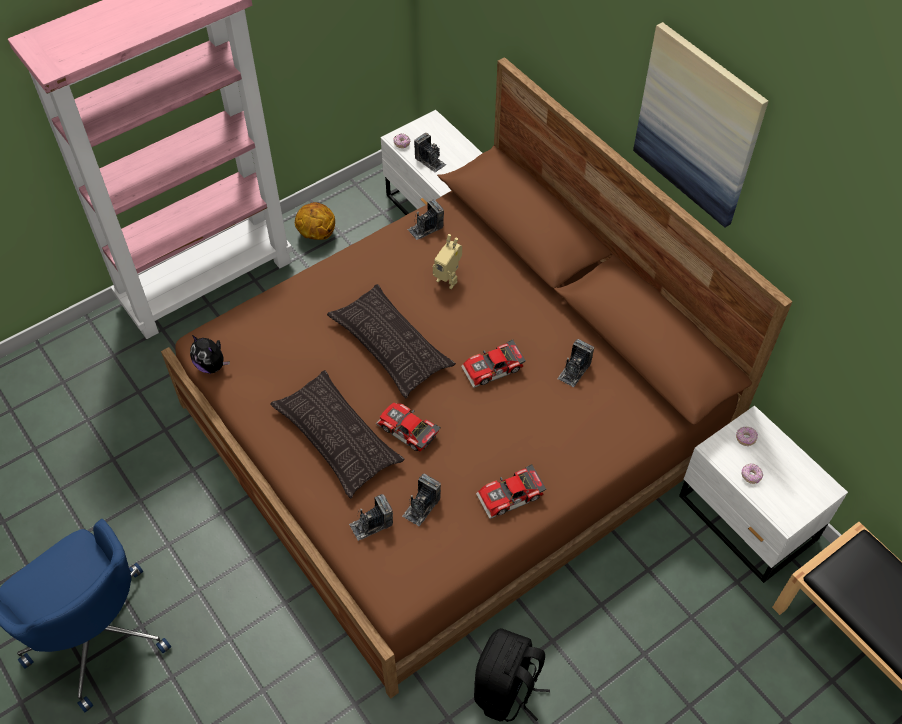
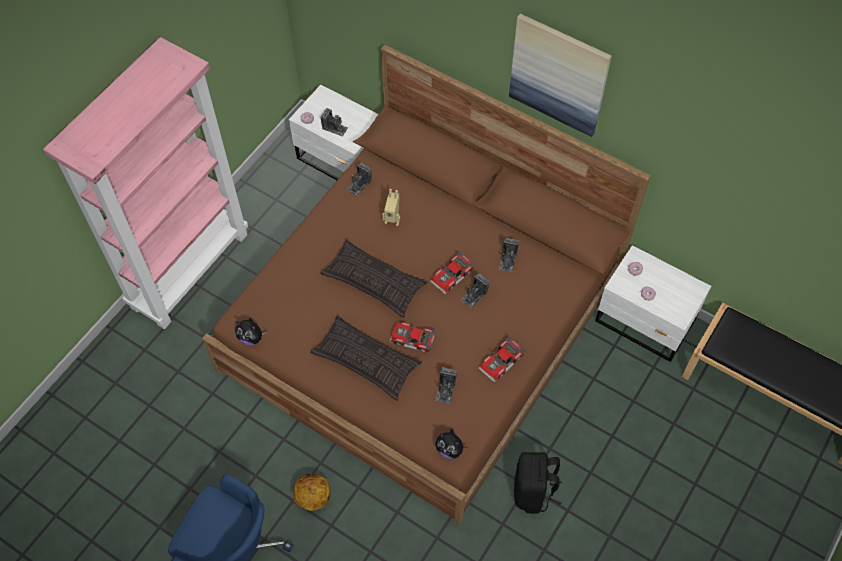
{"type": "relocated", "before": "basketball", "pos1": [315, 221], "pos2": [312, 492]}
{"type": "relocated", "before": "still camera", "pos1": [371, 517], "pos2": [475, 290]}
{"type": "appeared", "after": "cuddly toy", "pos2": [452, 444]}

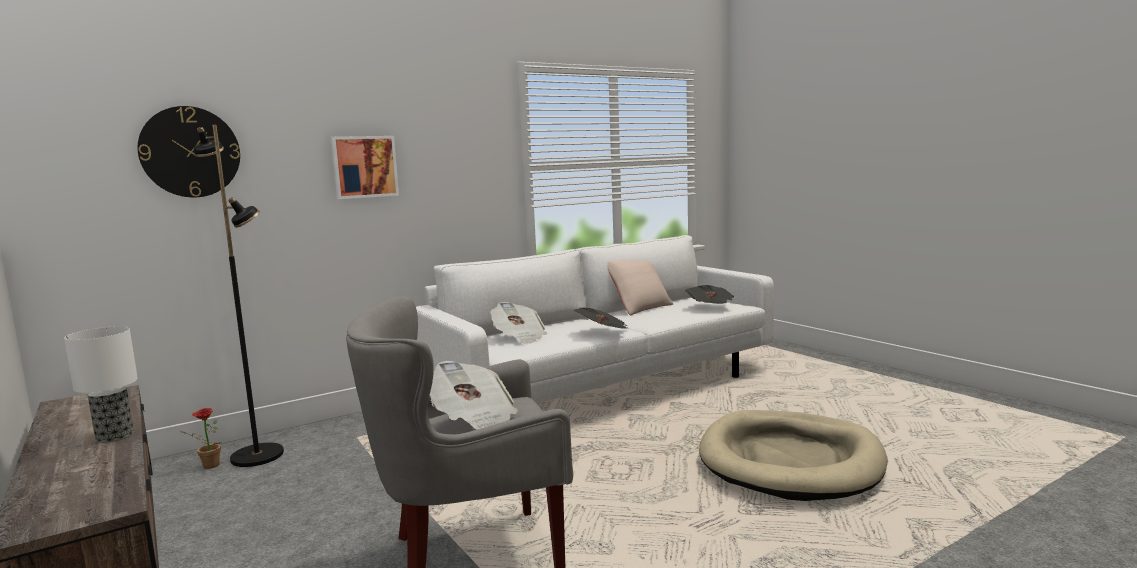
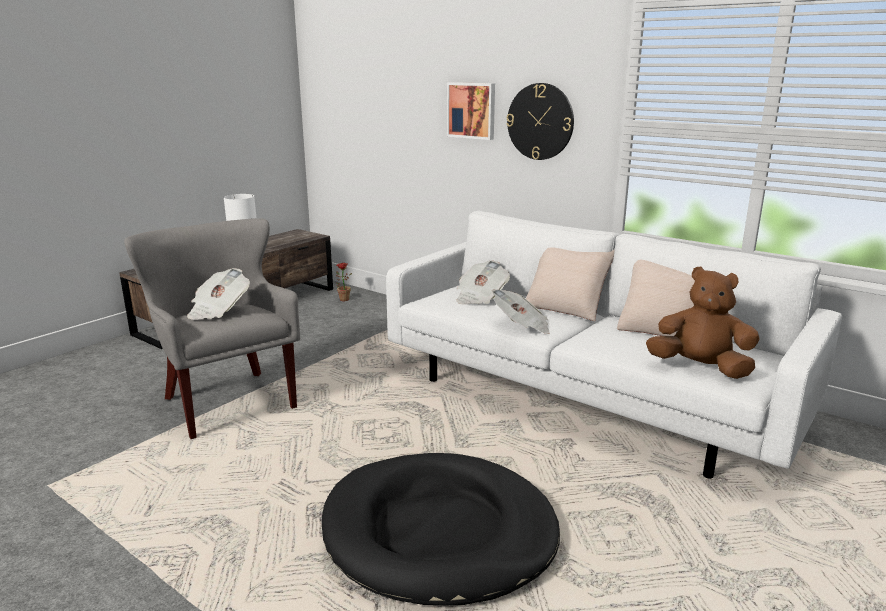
{"type": "relocated", "before": "clock on the wall", "pos1": [189, 151], "pos2": [540, 121]}
{"type": "missing", "before": "black-coloured floor lamp", "pos1": [239, 296]}
{"type": "exchanged", "before": "daily paper", "after": "brown-coloured cuddly toy", "pos1": [709, 294], "pos2": [702, 323]}
{"type": "colour", "before": "beige dog bed", "after": "black-coloured dog bed", "pos1": [793, 455], "pos2": [441, 529]}
{"type": "appeared", "after": "beige throw pillow", "pos2": [570, 284]}

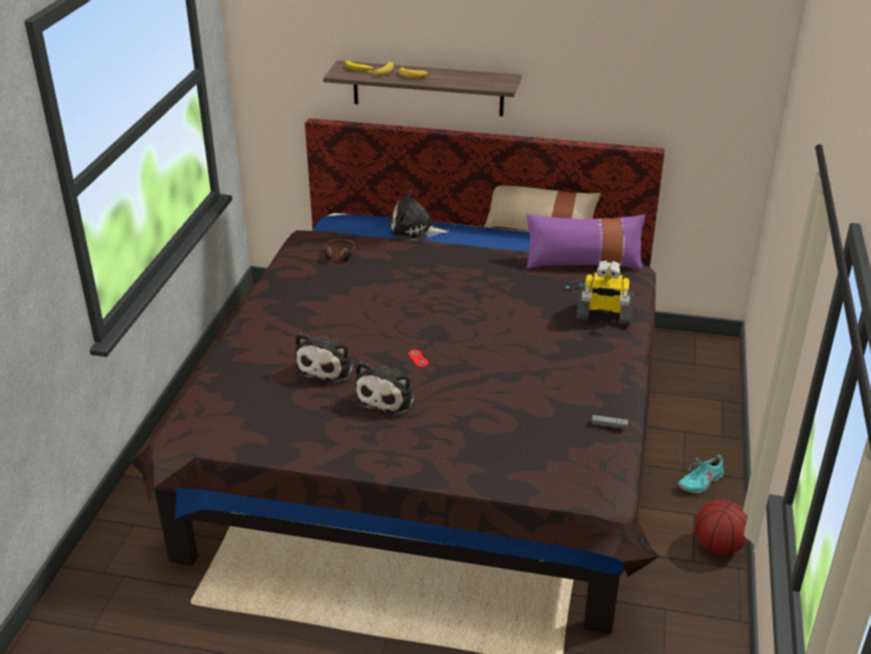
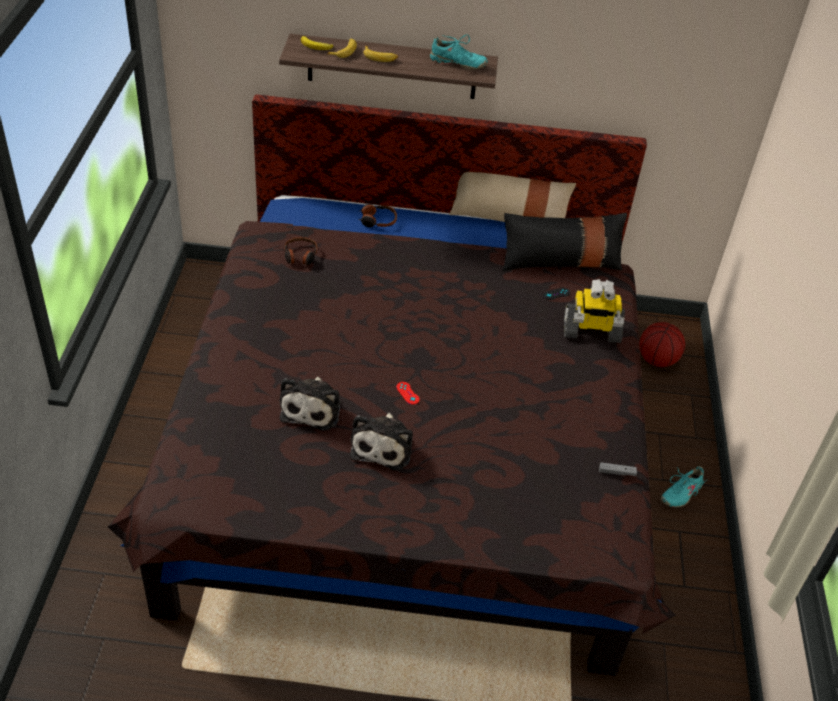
{"type": "exchanged", "before": "cuddly toy", "after": "headset", "pos1": [419, 214], "pos2": [378, 215]}
{"type": "colour", "before": "purplish throw pillow", "after": "black-coloured throw pillow", "pos1": [585, 242], "pos2": [565, 242]}
{"type": "relocated", "before": "basketball", "pos1": [721, 527], "pos2": [662, 344]}
{"type": "appeared", "after": "turquoise-coloured shoe", "pos2": [459, 52]}

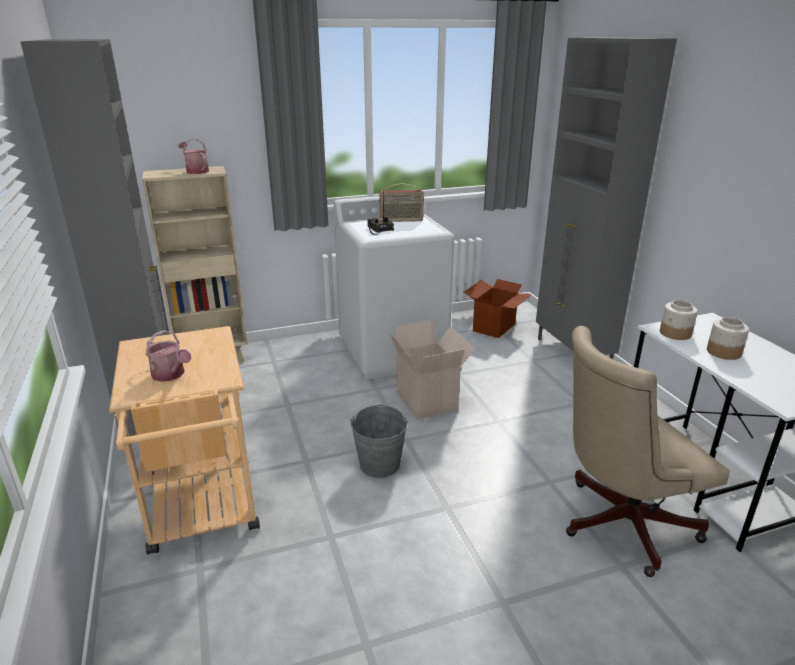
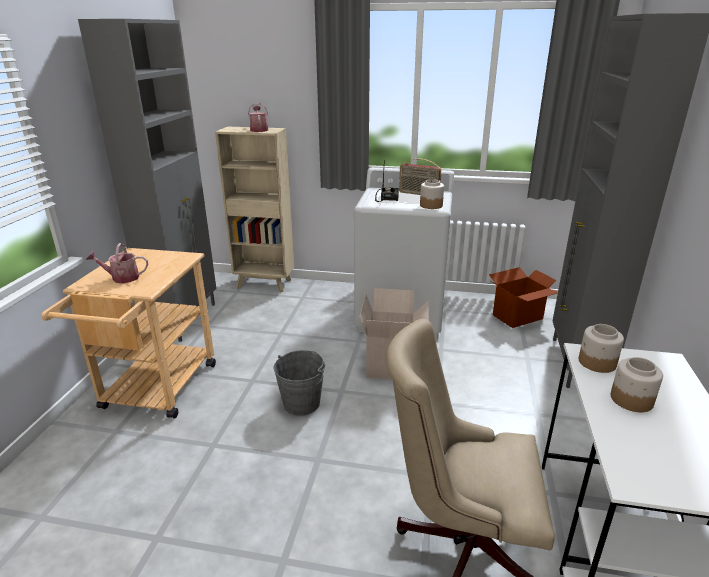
{"type": "spun", "before": "watering pot", "pos1": [168, 356], "pos2": [117, 263], "turn": 105}
{"type": "appeared", "after": "preserve jar", "pos2": [432, 194]}

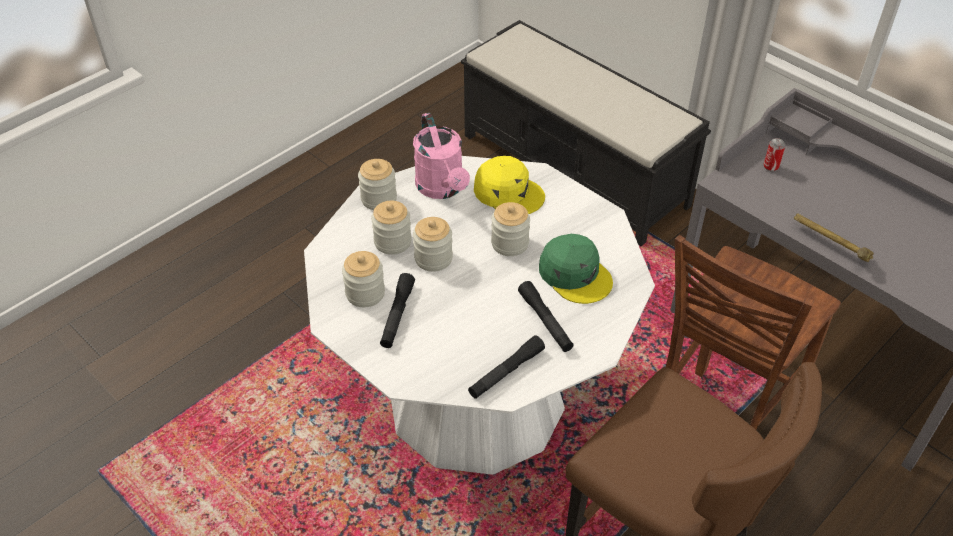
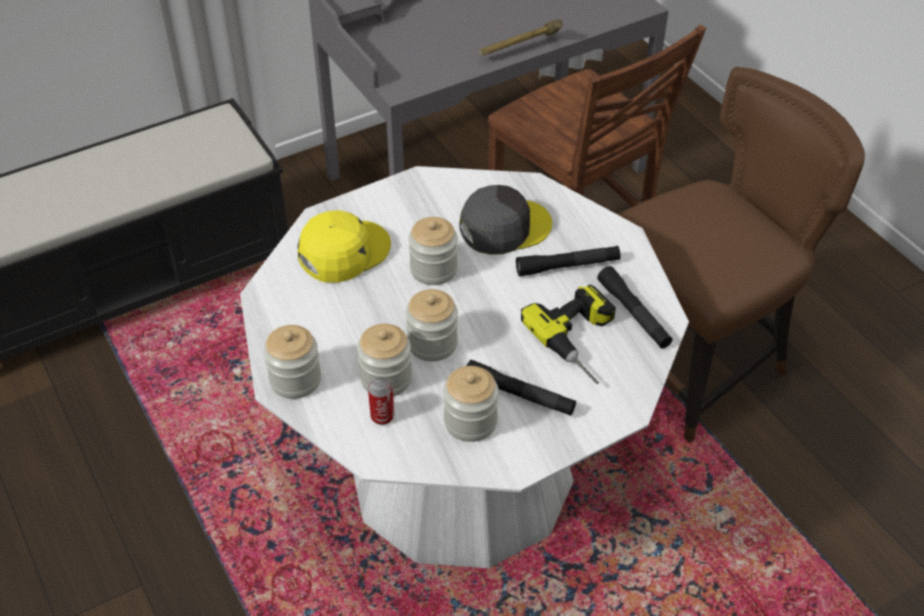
{"type": "missing", "before": "pink-coloured watering pot", "pos1": [441, 156]}
{"type": "colour", "before": "greenish cap", "after": "greyish cap", "pos1": [576, 269], "pos2": [505, 220]}
{"type": "relocated", "before": "sealed can", "pos1": [774, 155], "pos2": [381, 401]}
{"type": "appeared", "after": "power drill", "pos2": [568, 334]}

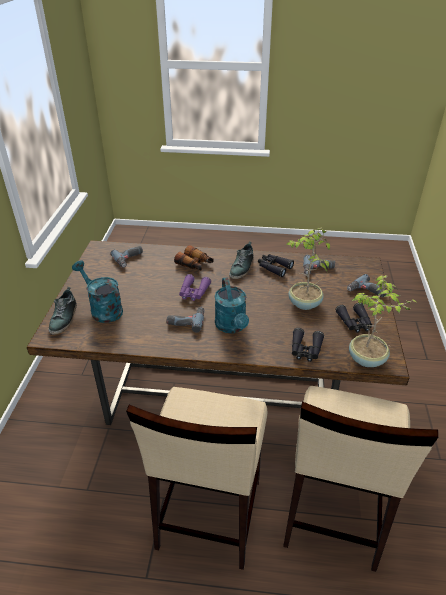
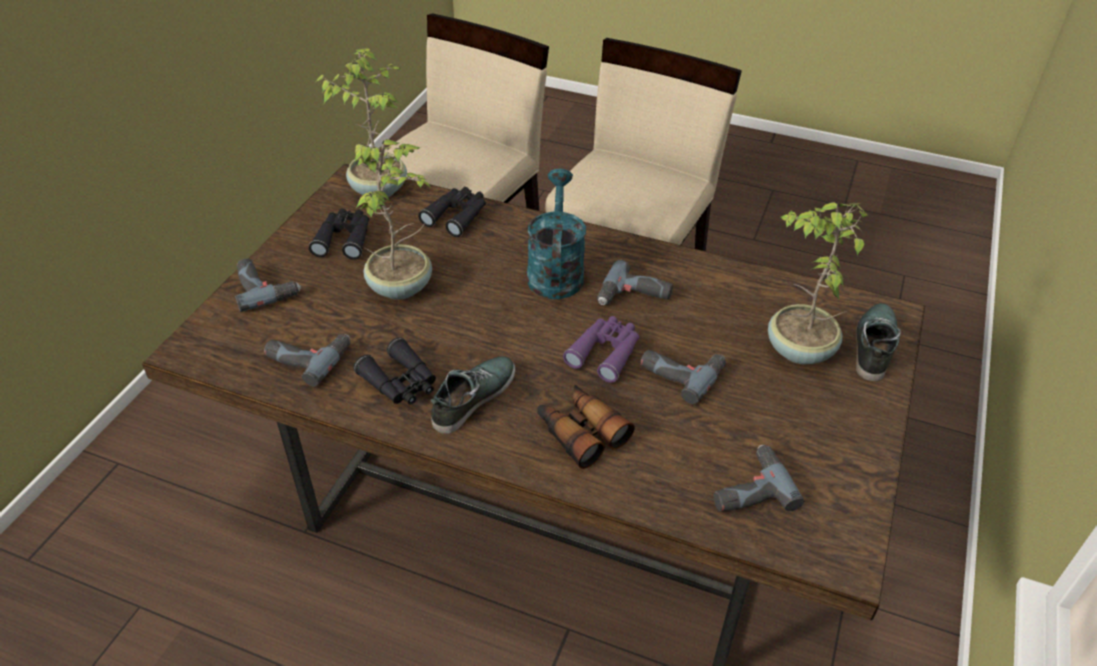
{"type": "exchanged", "before": "turquoise-coloured watering pot", "after": "potted plant", "pos1": [97, 291], "pos2": [818, 283]}
{"type": "appeared", "after": "power drill", "pos2": [683, 377]}

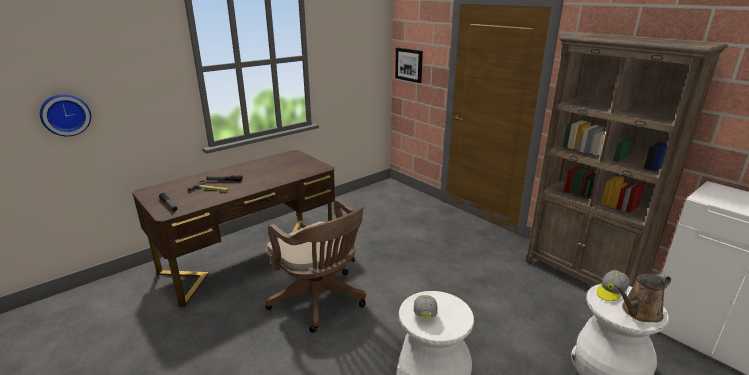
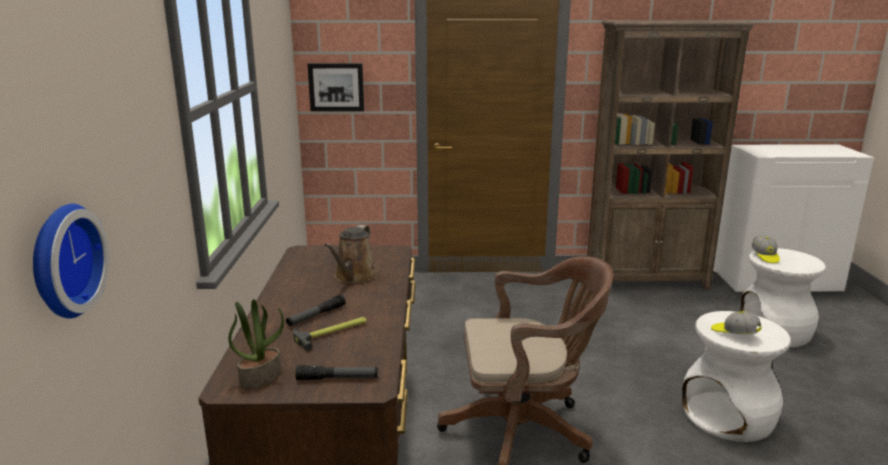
{"type": "relocated", "before": "brown-coloured watering pot", "pos1": [642, 297], "pos2": [351, 254]}
{"type": "appeared", "after": "potted plant", "pos2": [256, 344]}

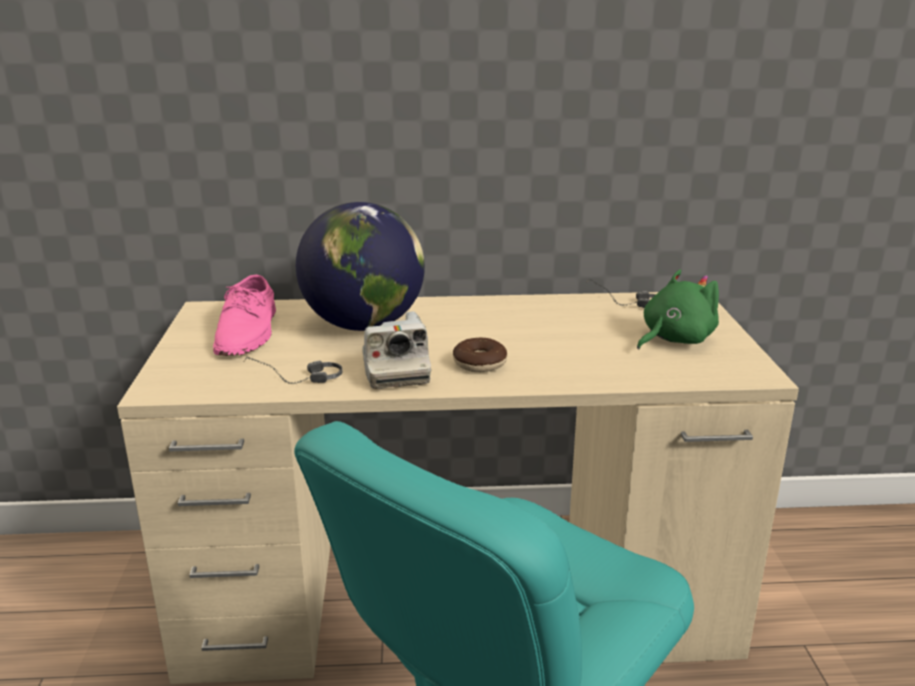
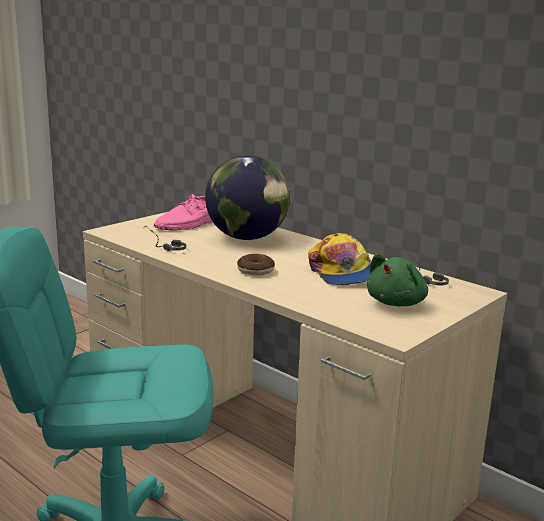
{"type": "missing", "before": "still camera", "pos1": [396, 350]}
{"type": "spun", "before": "greenish cuddly toy", "pos1": [678, 310], "pos2": [397, 280], "turn": 120}
{"type": "appeared", "after": "cap", "pos2": [339, 259]}

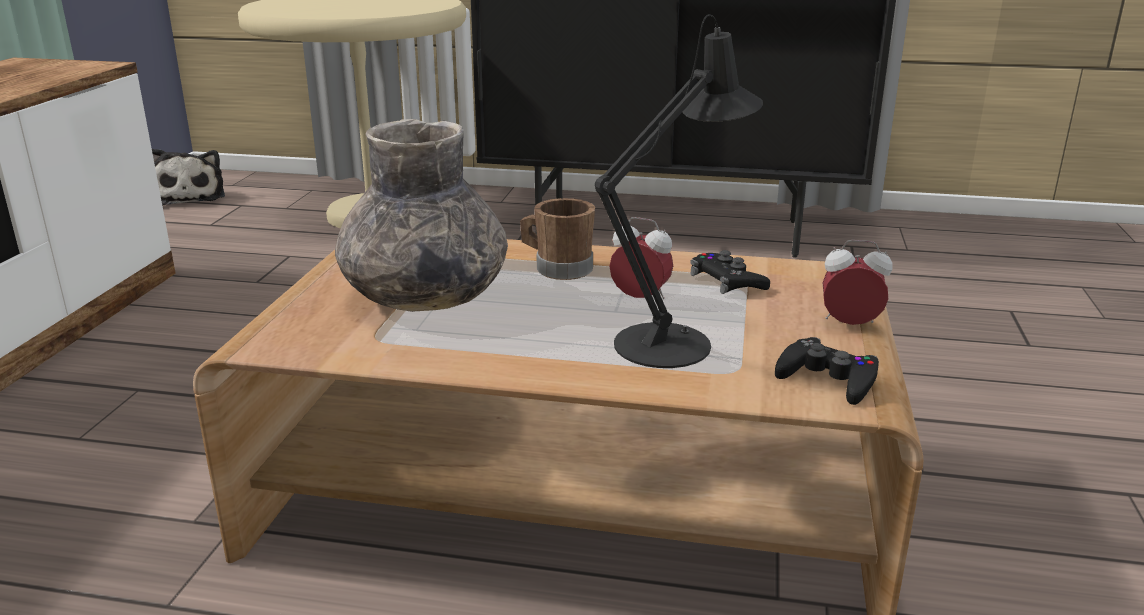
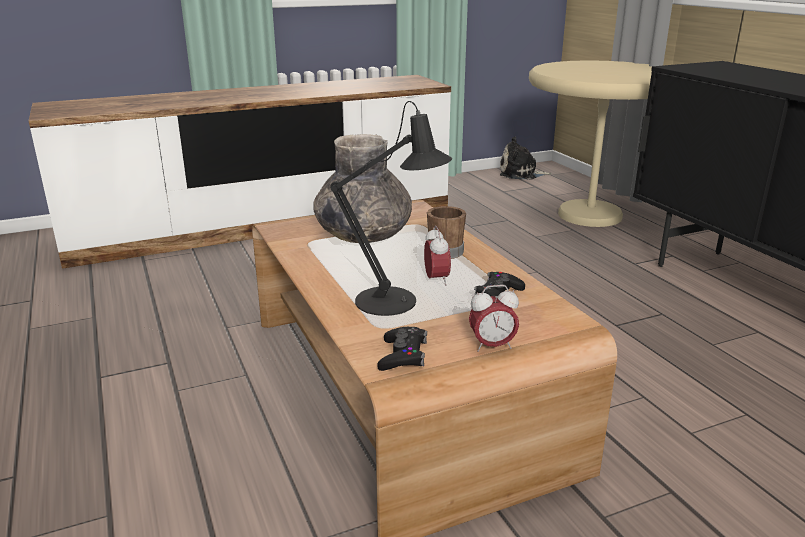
{"type": "spun", "before": "cuddly toy", "pos1": [188, 177], "pos2": [526, 158], "turn": 60}
{"type": "spun", "before": "alarm clock", "pos1": [857, 282], "pos2": [494, 318], "turn": 105}

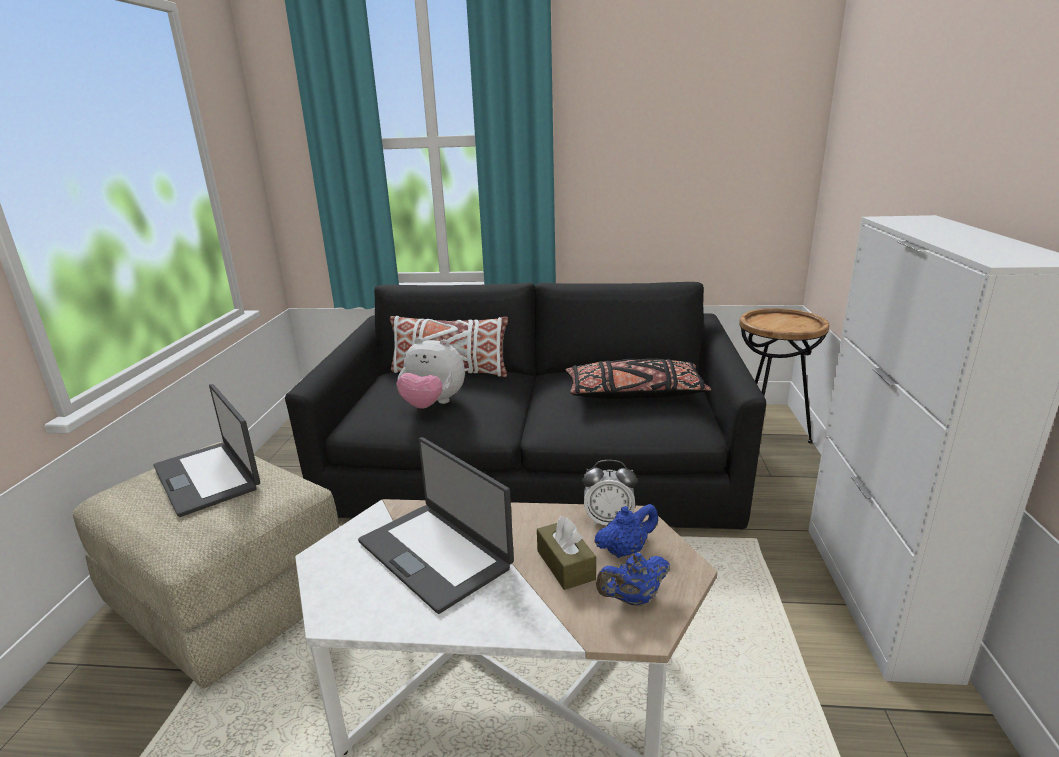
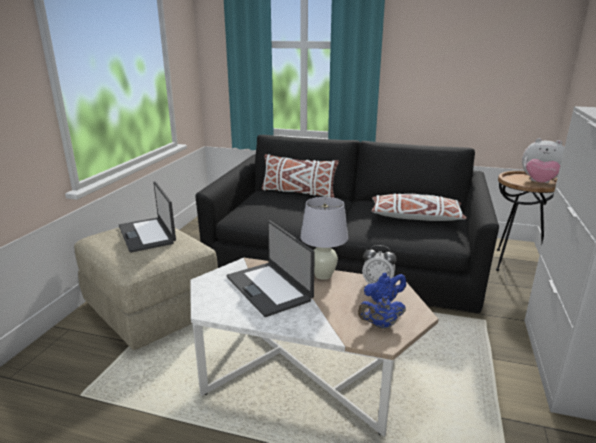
{"type": "relocated", "before": "cuddly toy", "pos1": [430, 373], "pos2": [543, 160]}
{"type": "missing", "before": "brown-coloured tissue holder", "pos1": [566, 553]}
{"type": "colour", "before": "black-coloured throw pillow", "after": "whitish throw pillow", "pos1": [638, 378], "pos2": [419, 207]}
{"type": "appeared", "after": "whitish table lamp", "pos2": [324, 238]}

